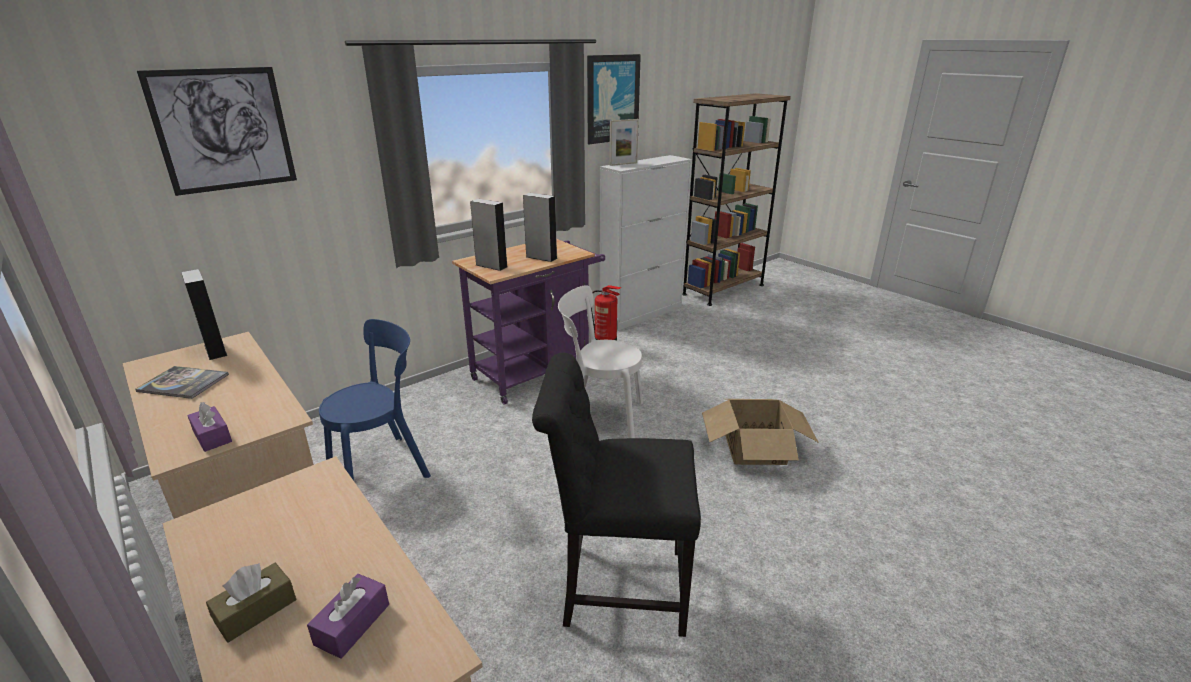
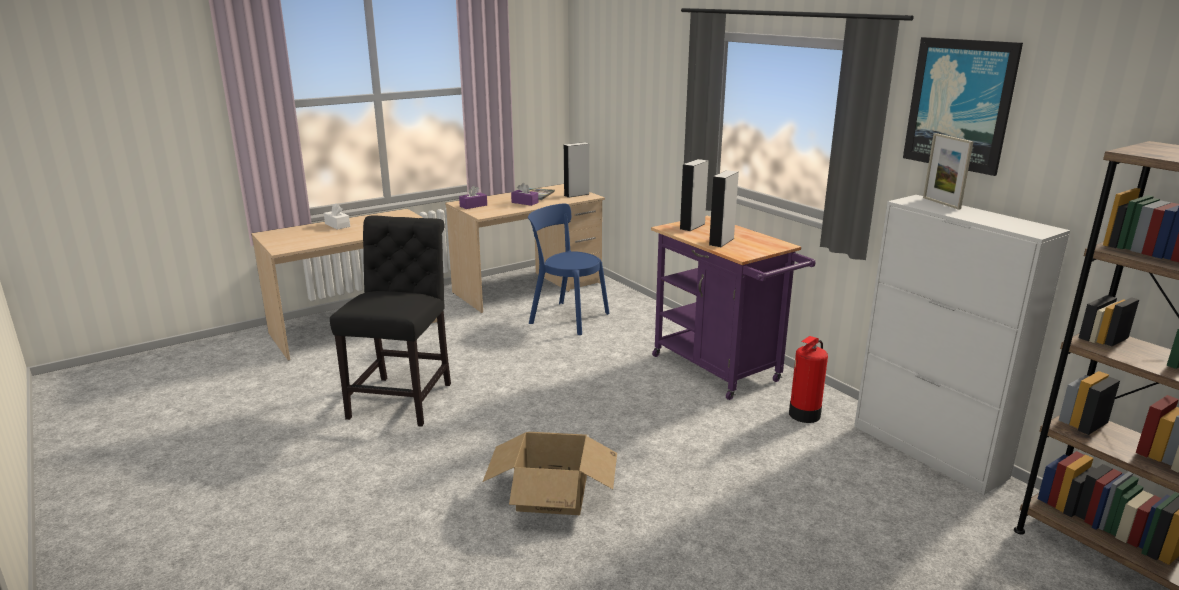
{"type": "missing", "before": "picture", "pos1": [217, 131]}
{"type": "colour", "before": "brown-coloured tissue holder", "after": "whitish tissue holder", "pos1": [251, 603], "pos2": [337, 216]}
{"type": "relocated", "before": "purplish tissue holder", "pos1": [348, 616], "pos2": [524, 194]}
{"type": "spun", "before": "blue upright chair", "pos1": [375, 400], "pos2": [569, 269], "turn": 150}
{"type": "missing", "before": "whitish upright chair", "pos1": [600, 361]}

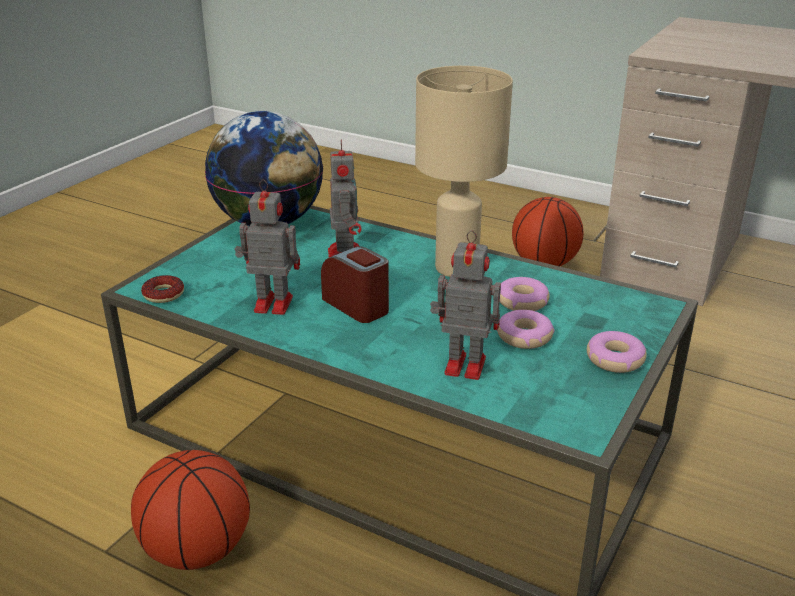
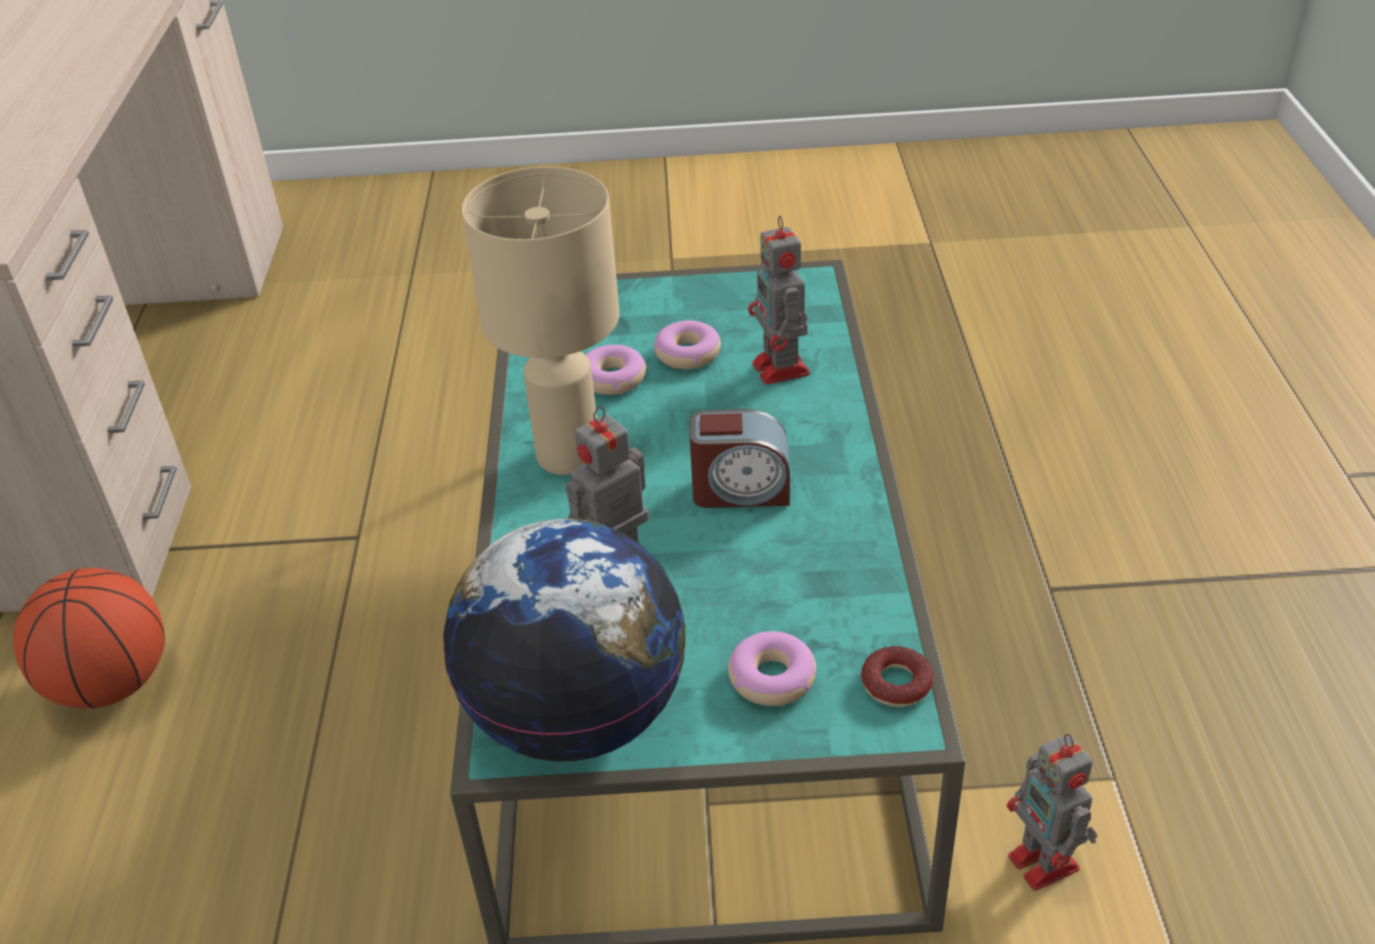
{"type": "missing", "before": "basketball", "pos1": [190, 510]}
{"type": "relocated", "before": "model robot", "pos1": [267, 247], "pos2": [1052, 812]}
{"type": "spun", "before": "alarm clock", "pos1": [355, 284], "pos2": [740, 458], "turn": -105}
{"type": "relocated", "before": "doughnut", "pos1": [617, 352], "pos2": [772, 668]}

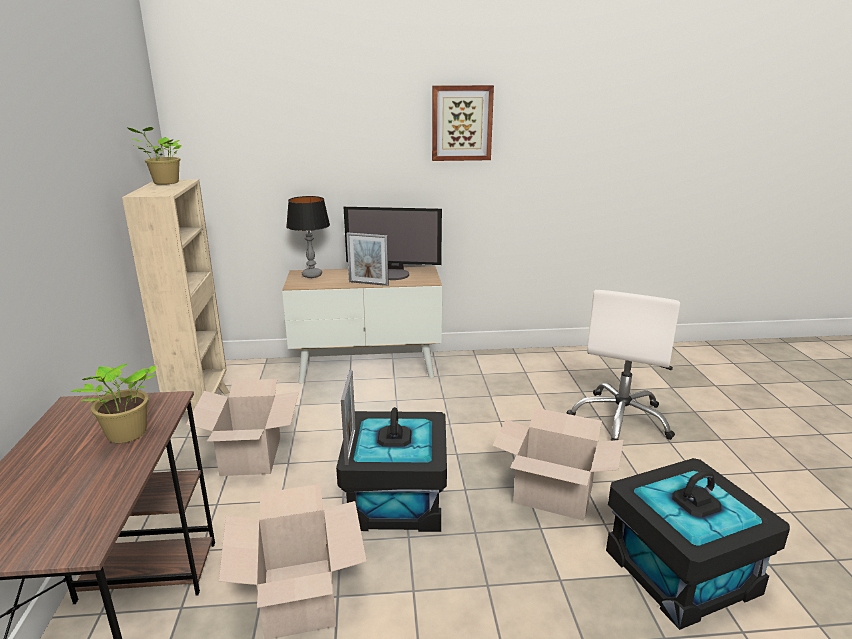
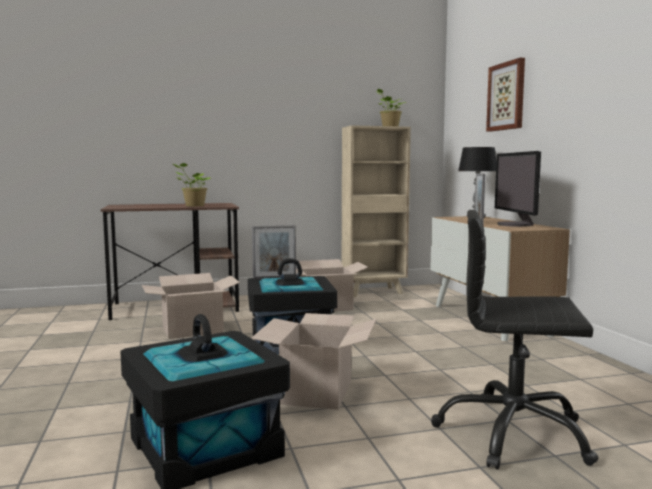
{"type": "relocated", "before": "picture", "pos1": [463, 123], "pos2": [505, 94]}
{"type": "colour", "before": "whitish computer chair", "after": "black-coloured computer chair", "pos1": [623, 365], "pos2": [515, 340]}

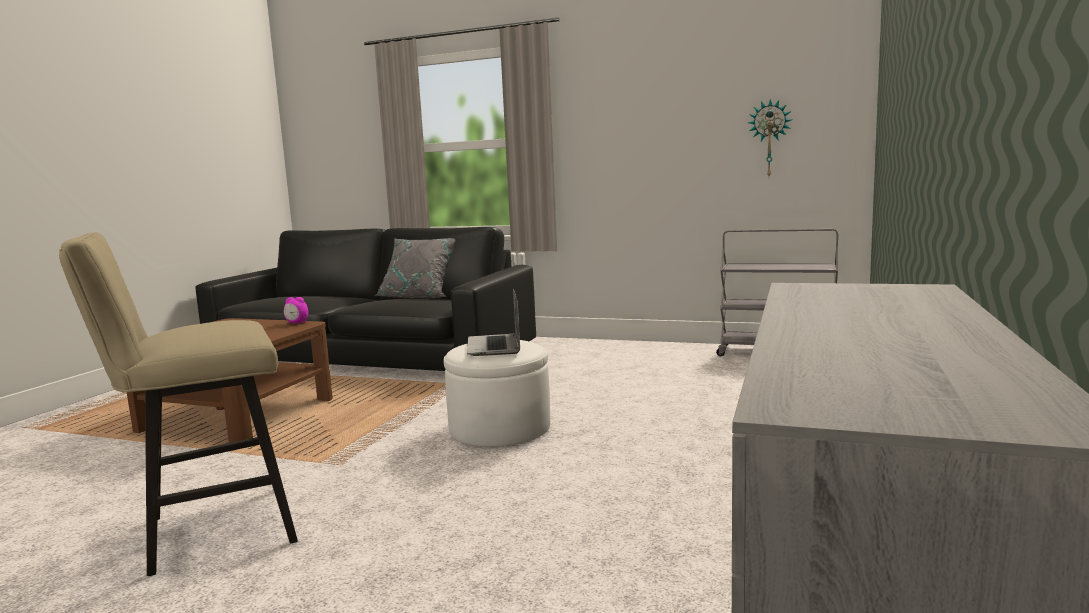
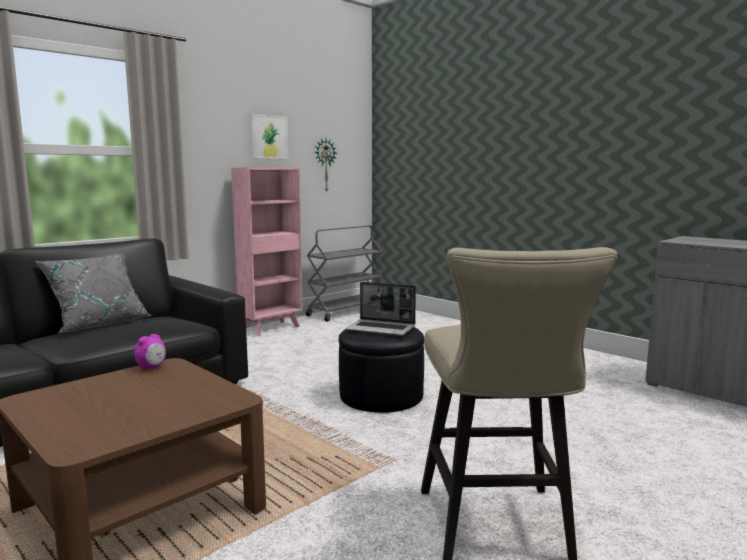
{"type": "colour", "before": "whitish footrest", "after": "black-coloured footrest", "pos1": [497, 393], "pos2": [381, 370]}
{"type": "appeared", "after": "pink-coloured shelving unit", "pos2": [267, 251]}
{"type": "appeared", "after": "picture", "pos2": [269, 136]}

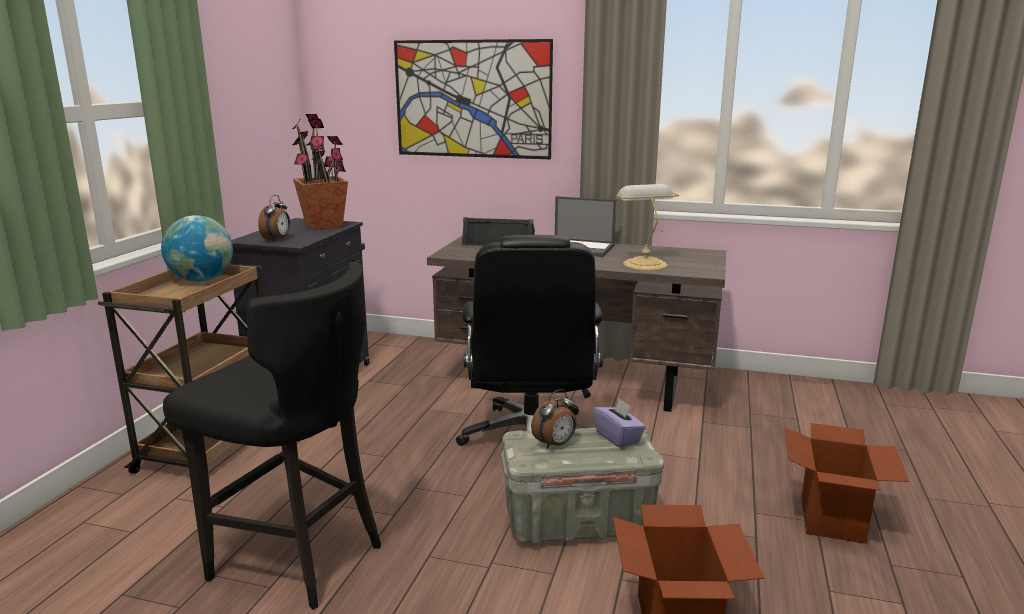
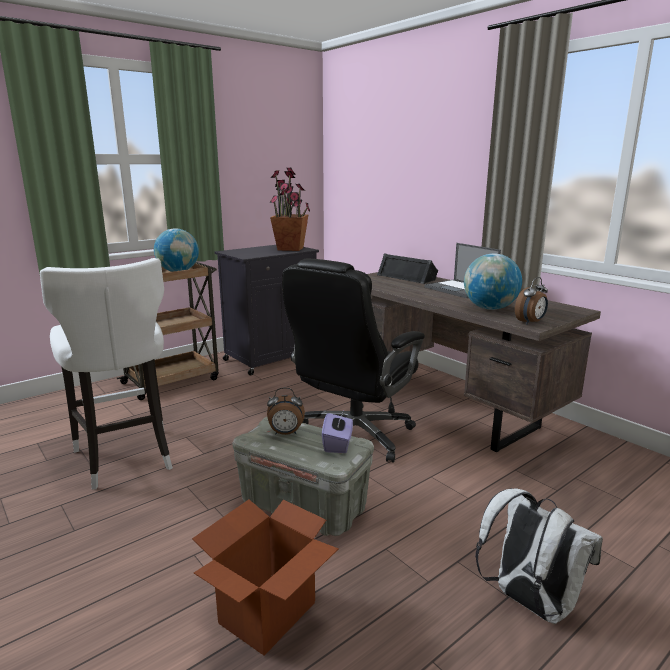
{"type": "colour", "before": "black-coloured sitting stool", "after": "whitish sitting stool", "pos1": [272, 436], "pos2": [106, 374]}
{"type": "relocated", "before": "alarm clock", "pos1": [274, 218], "pos2": [531, 301]}
{"type": "missing", "before": "picture", "pos1": [473, 99]}
{"type": "exchanged", "before": "table lamp", "after": "desk globe", "pos1": [648, 227], "pos2": [493, 281]}
{"type": "exchanged", "before": "carton", "after": "whitish rucksack", "pos1": [847, 483], "pos2": [539, 556]}

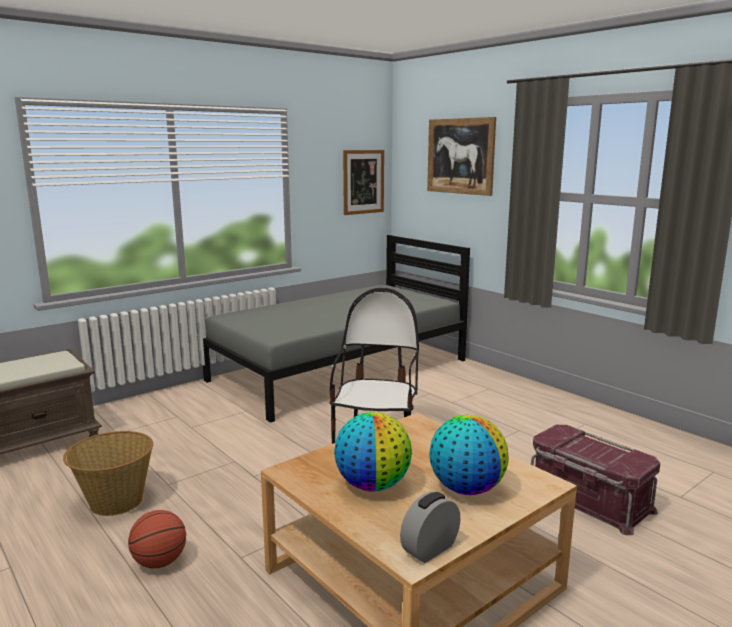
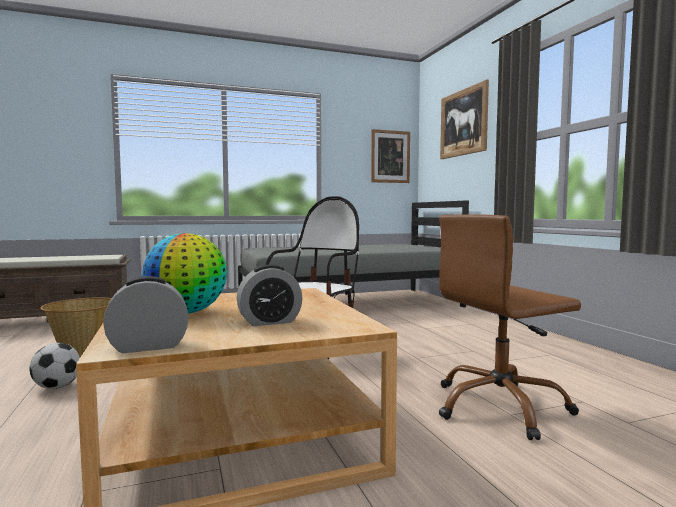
{"type": "exchanged", "before": "basketball", "after": "ball for football", "pos1": [157, 539], "pos2": [55, 366]}
{"type": "exchanged", "before": "desk globe", "after": "alarm clock", "pos1": [469, 455], "pos2": [269, 295]}
{"type": "exchanged", "before": "red storage container", "after": "brown-coloured computer chair", "pos1": [595, 480], "pos2": [510, 327]}

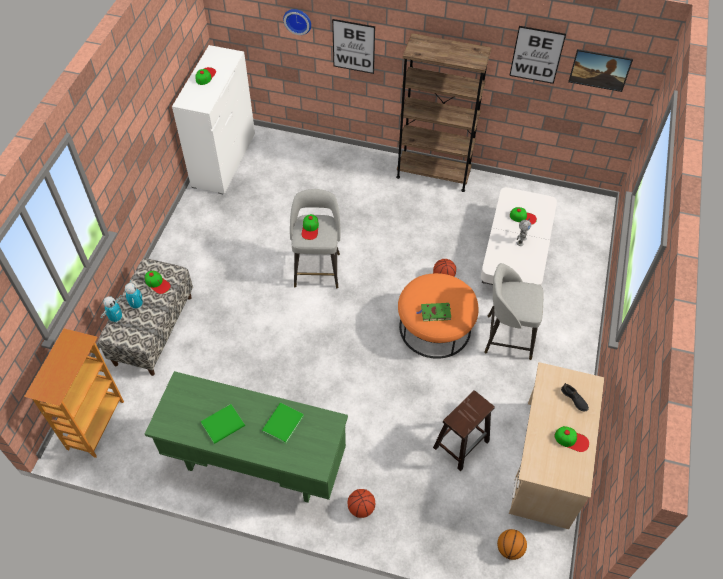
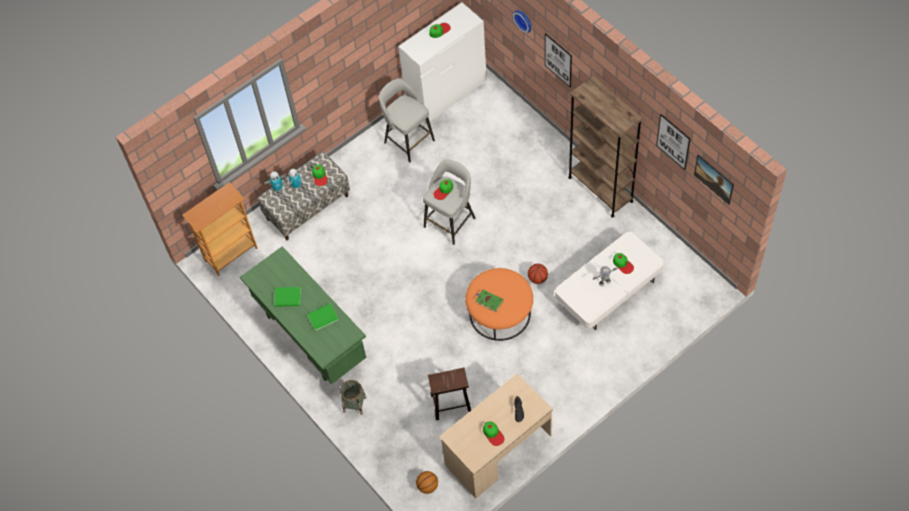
{"type": "exchanged", "before": "basketball", "after": "storage basket", "pos1": [361, 503], "pos2": [353, 397]}
{"type": "relocated", "before": "greyish sitting stool", "pos1": [514, 311], "pos2": [407, 120]}

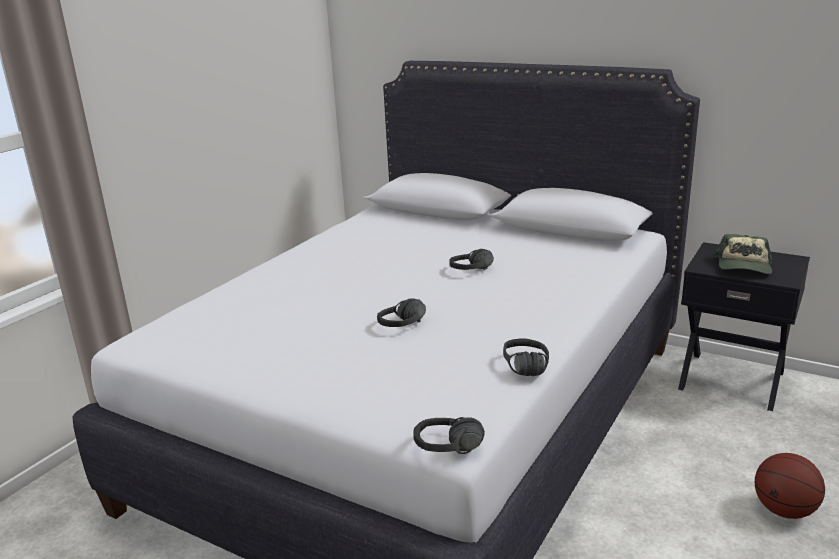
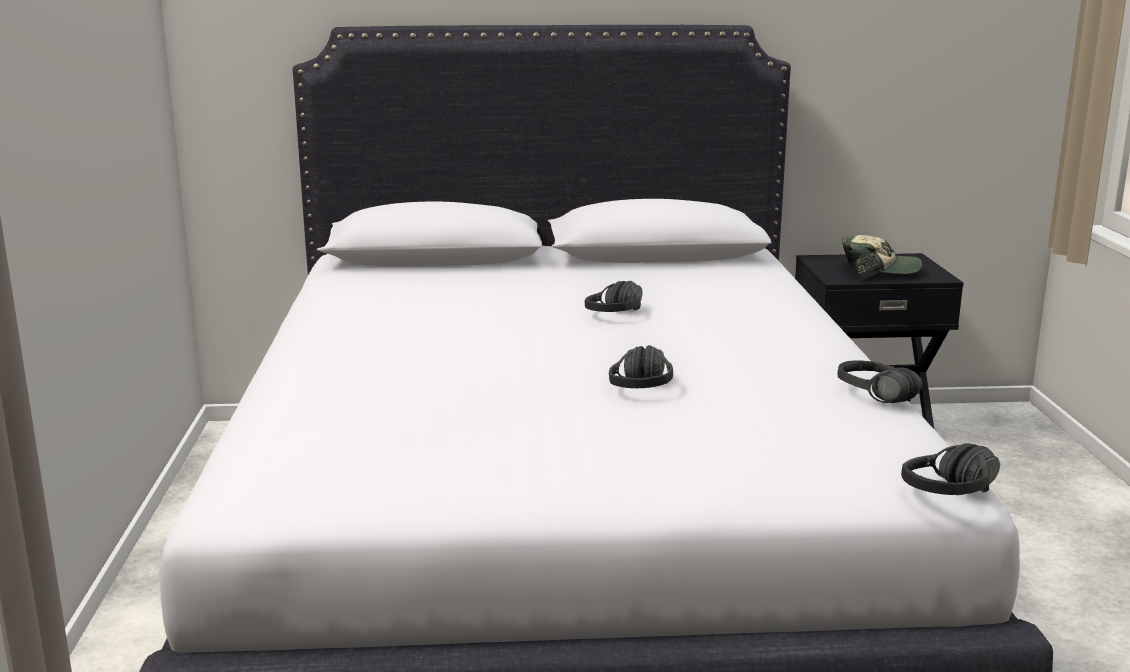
{"type": "spun", "before": "cap", "pos1": [743, 254], "pos2": [882, 257], "turn": -75}
{"type": "missing", "before": "basketball", "pos1": [790, 486]}

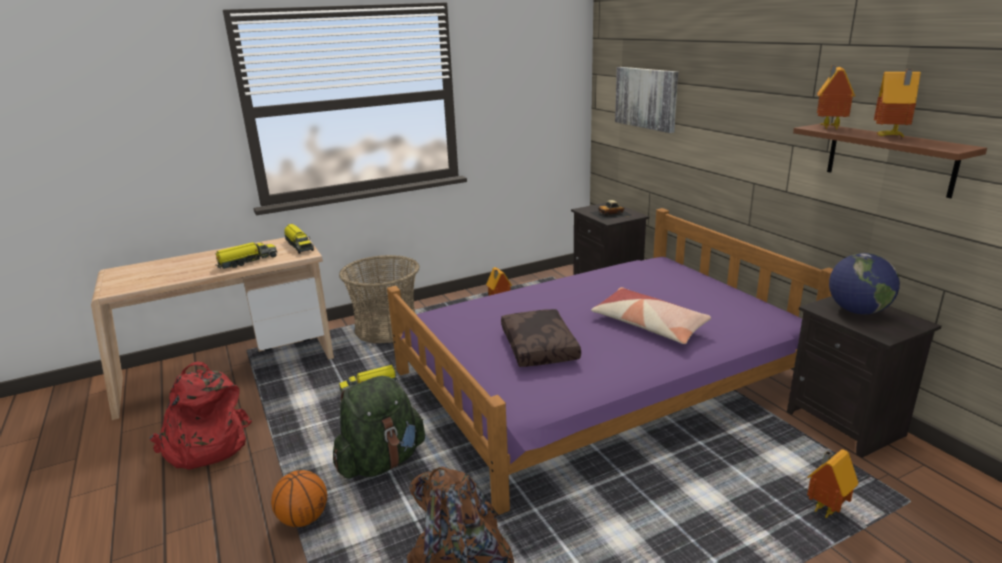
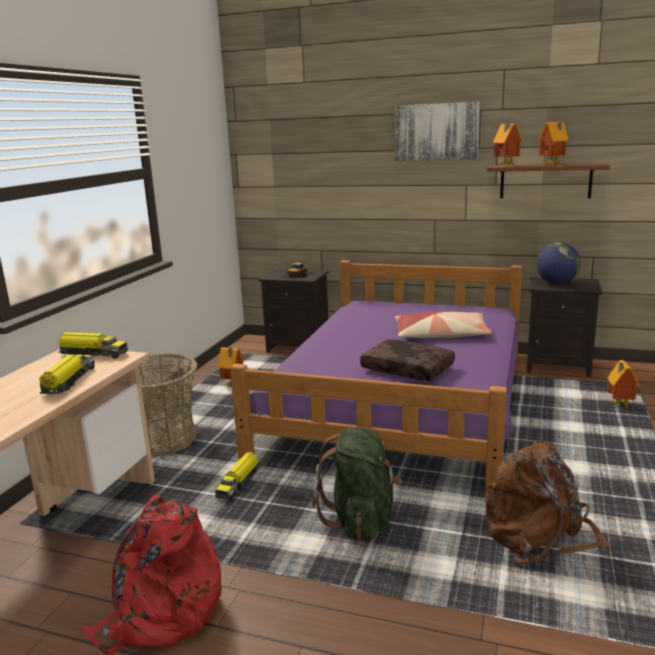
{"type": "missing", "before": "basketball", "pos1": [299, 498]}
{"type": "relocated", "before": "picture", "pos1": [646, 100], "pos2": [437, 131]}

